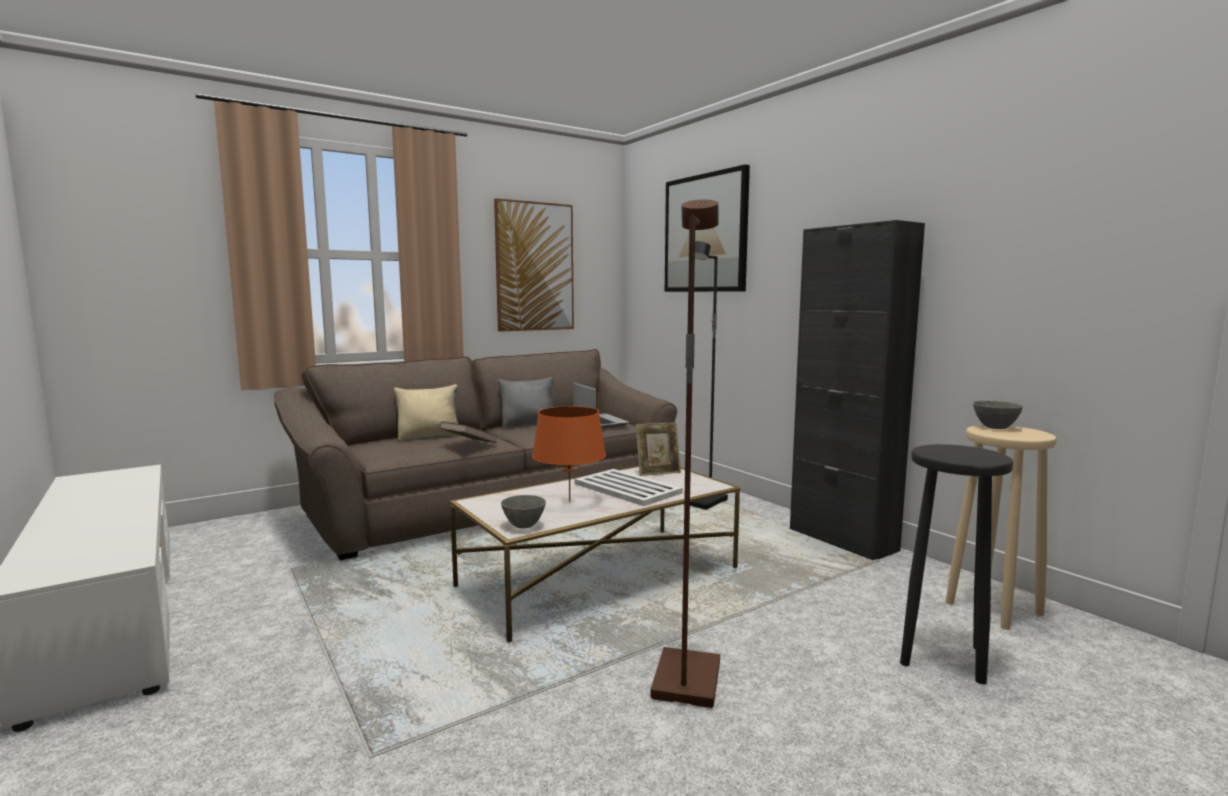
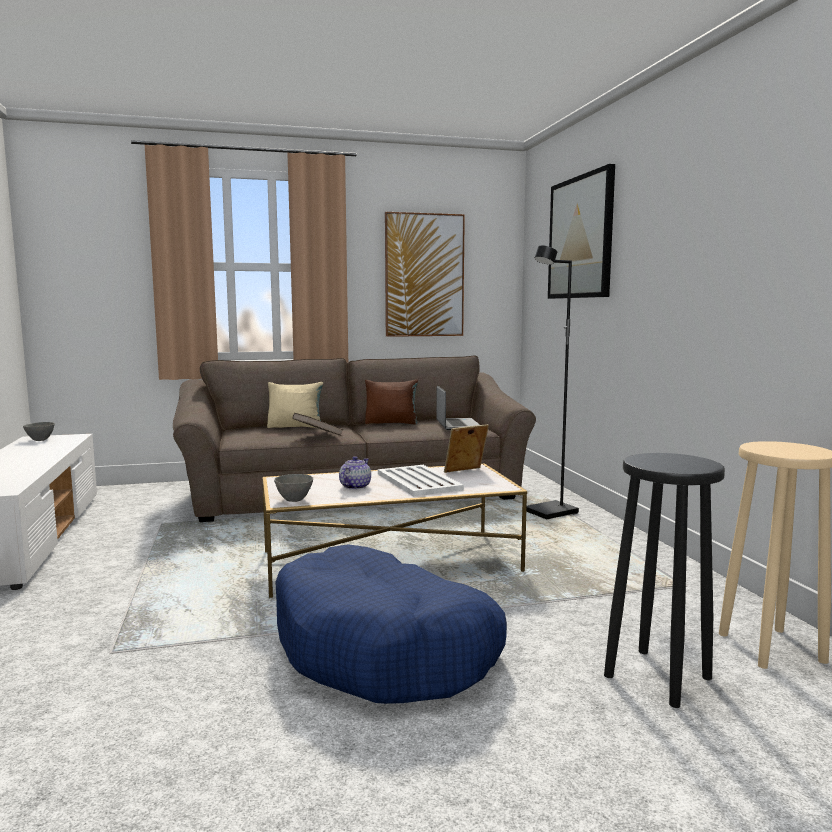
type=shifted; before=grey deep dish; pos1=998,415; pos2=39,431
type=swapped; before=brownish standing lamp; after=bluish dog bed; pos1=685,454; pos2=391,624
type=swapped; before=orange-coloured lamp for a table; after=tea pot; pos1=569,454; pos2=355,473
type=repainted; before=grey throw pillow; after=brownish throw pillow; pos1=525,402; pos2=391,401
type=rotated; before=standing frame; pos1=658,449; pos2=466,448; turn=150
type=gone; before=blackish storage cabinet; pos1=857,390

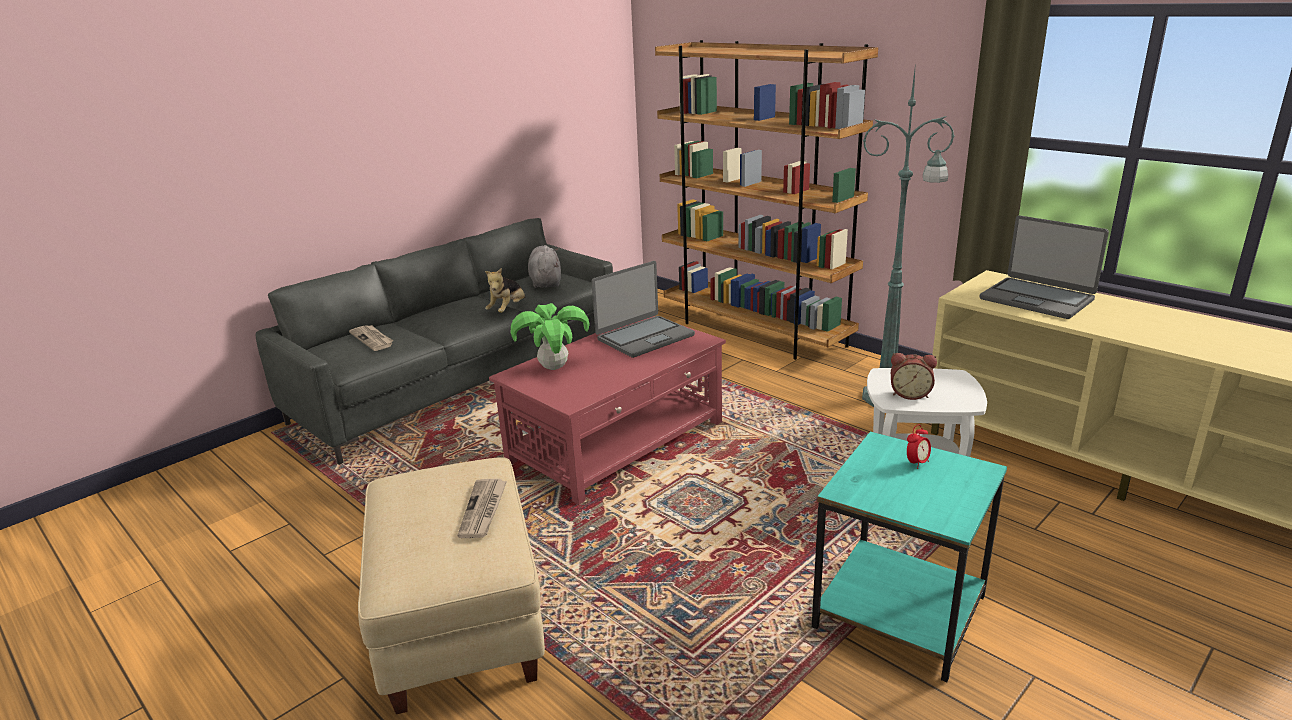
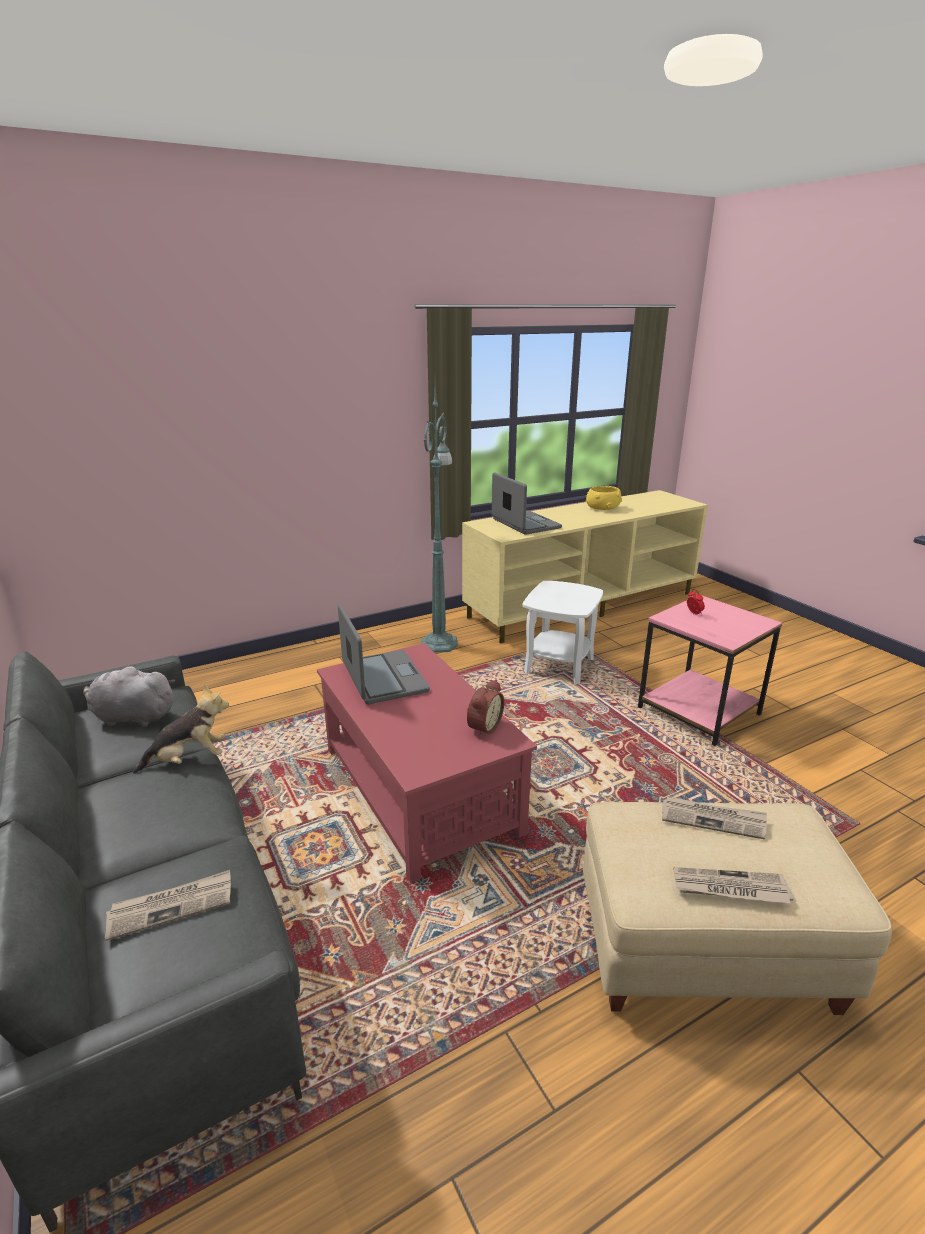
type=rotated; before=cuddly toy; pos1=505,290; pos2=181,729; turn=-60
type=shifted; before=table clock; pos1=914,376; pos2=485,708
type=rotated; before=portable computer; pos1=1044,267; pos2=527,503; turn=-90
type=new; after=yellow-coloured deep dish; pos2=604,498
type=repainted; before=turquoise-coloured accent table; after=pink accent table; pos1=909,557; pos2=710,671
type=new; after=newspaper; pos2=733,885
type=gone; before=houseplant; pos1=550,336
type=gone; before=brownish shelving unit; pos1=766,200

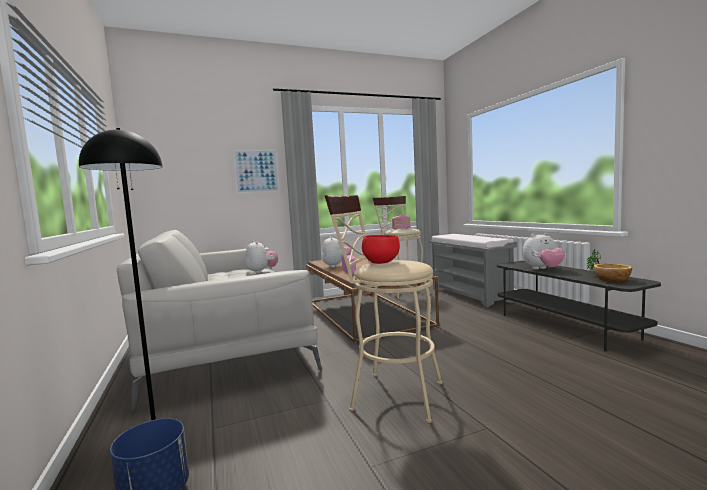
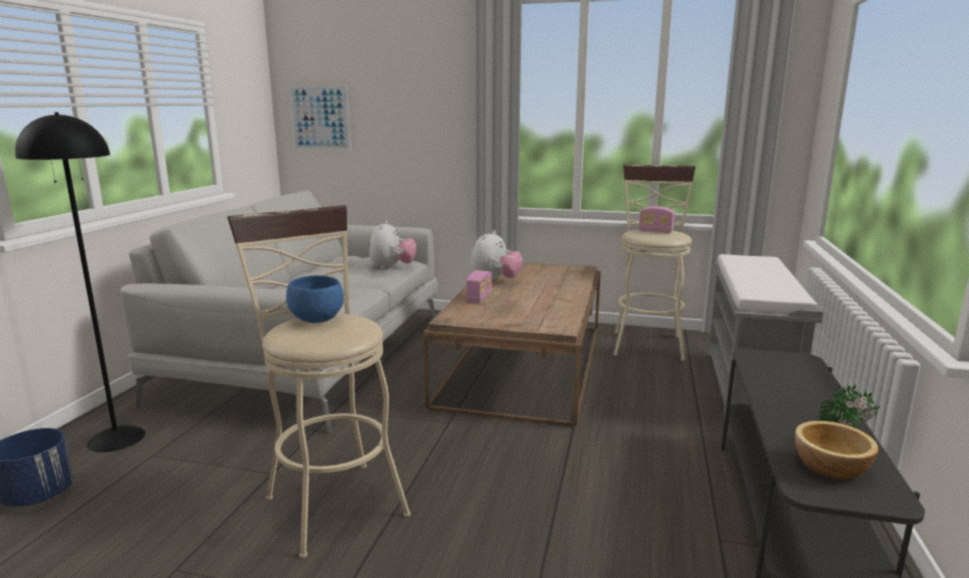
type=repainted; before=reddish deep dish; after=bluish deep dish; pos1=381,249; pos2=315,299
type=shifted; before=wall picture; pos1=256,172; pos2=320,118
type=gone; before=cuddly toy; pos1=544,251

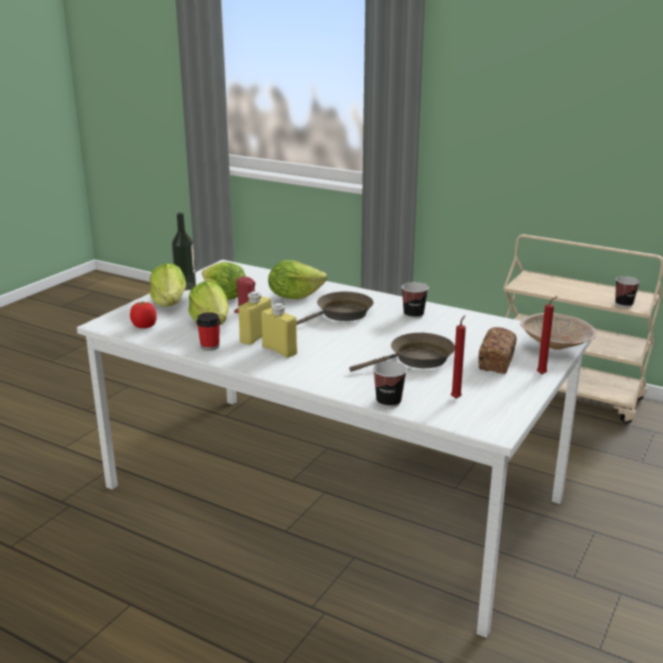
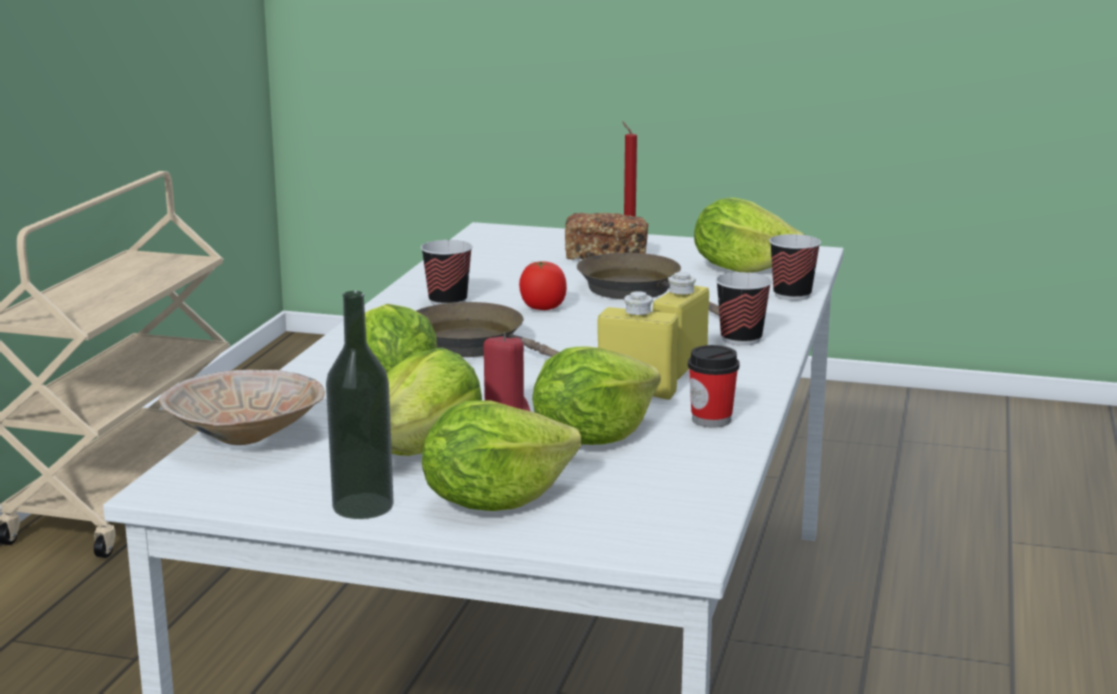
type=shifted; before=beige deep dish; pos1=558,331; pos2=242,407
type=shifted; before=tomato; pos1=143,315; pos2=543,285
type=swapped; before=reddish wax light; after=lettuce; pos1=458,357; pos2=749,235
type=shifted; before=small cup; pos1=627,291; pos2=744,309

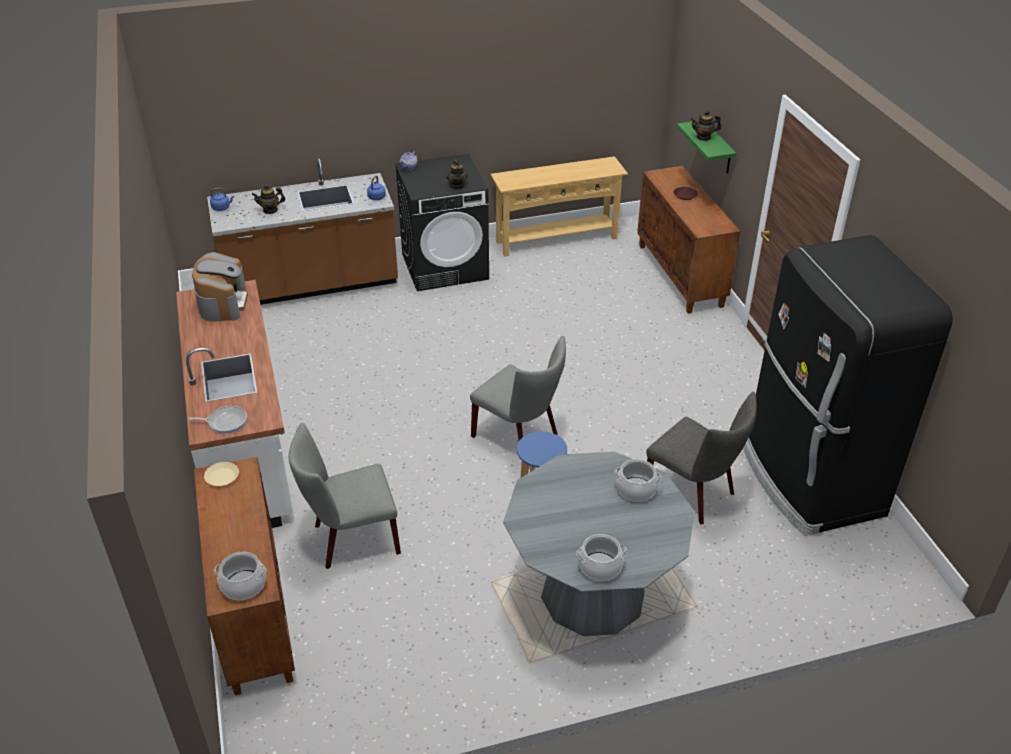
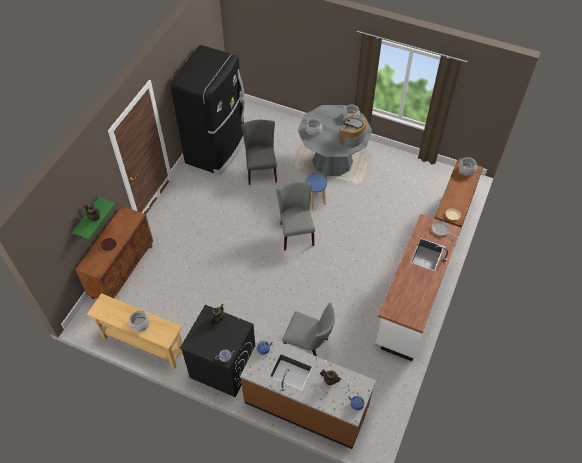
type=new; after=stockpot; pos2=139,321
type=shifted; before=grey chair; pos1=345,496; pos2=308,330
type=shifted; before=coffee maker; pos1=220,287; pos2=352,131

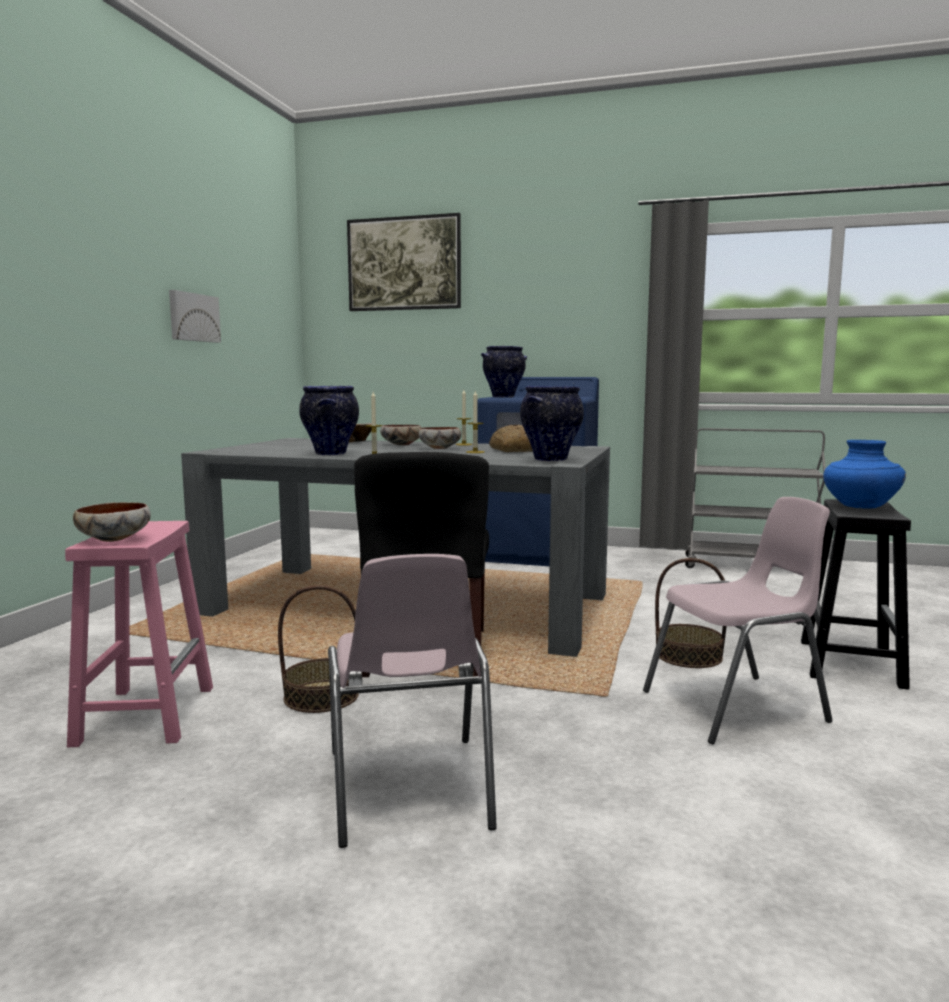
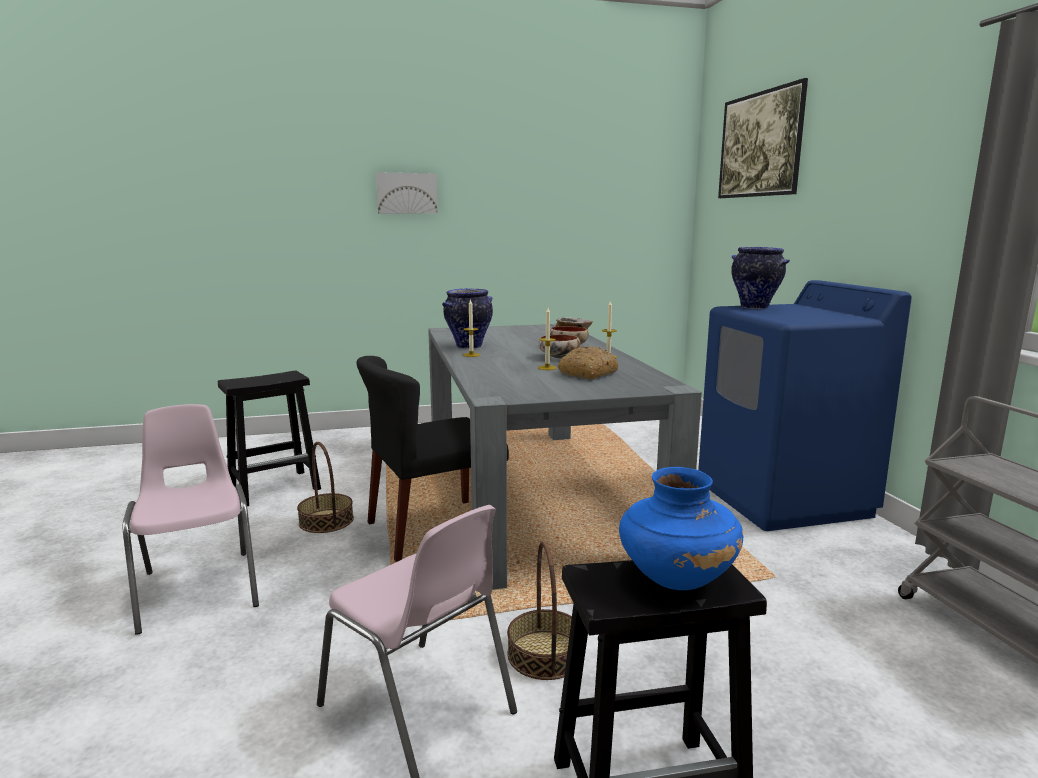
type=rotated; before=pink chair; pos1=412,701; pos2=191,519; turn=105
type=repainted; before=pink stool; after=blackish stool; pos1=139,634; pos2=269,438
type=shifted; before=wall picture; pos1=195,316; pos2=406,193
type=gone; before=deep dish; pos1=112,522
type=gone; before=vase; pos1=552,423

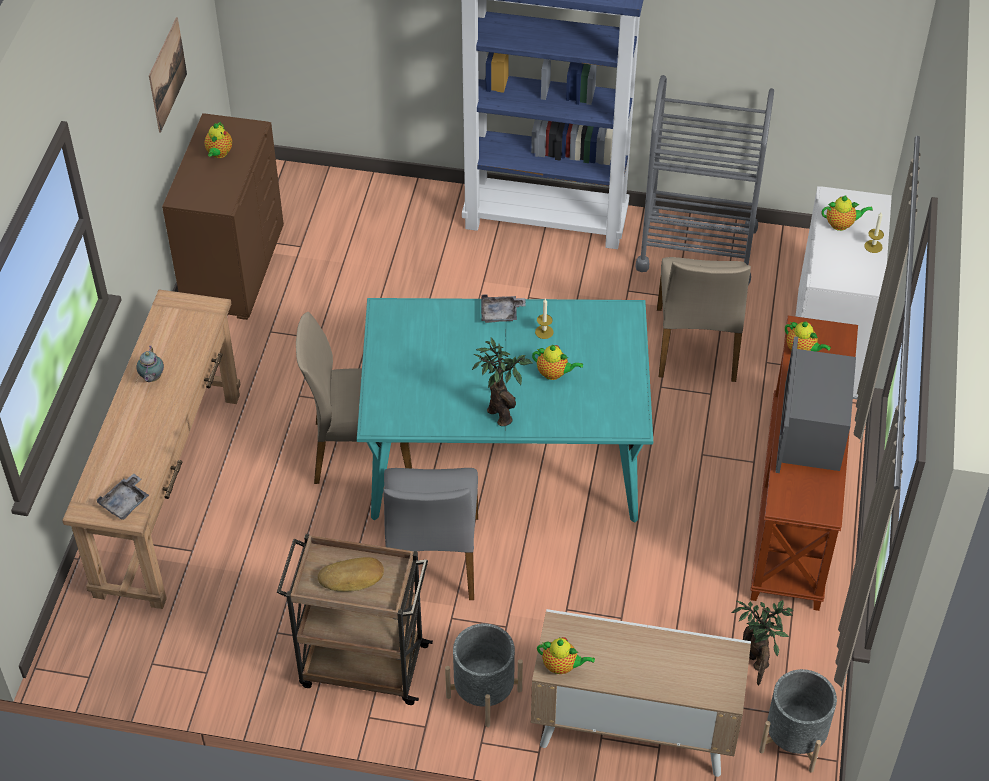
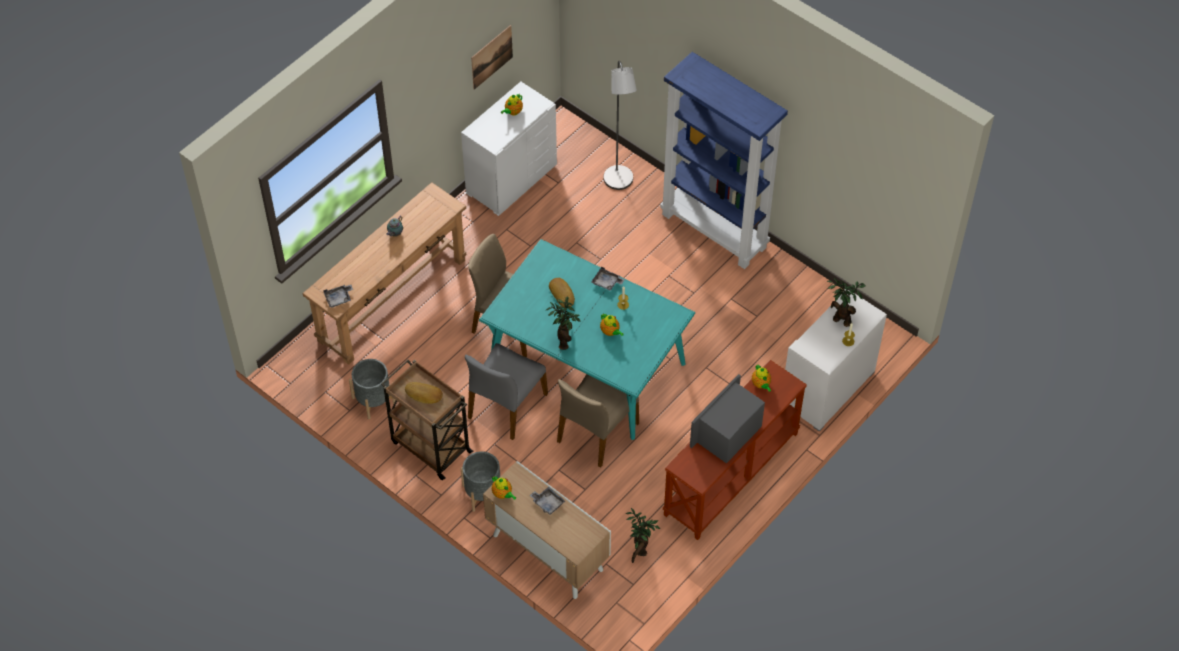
type=shifted; before=grey plant pot; pos1=798,720; pos2=372,389
type=repainted; before=brownish chest of drawers; after=white-coloured chest of drawers; pos1=223,216; pos2=509,149
type=new; after=grey carrying tray; pos2=547,500
type=new; after=bread; pos2=562,292
type=shifted; before=beige chair; pos1=704,319; pos2=598,421
type=new; after=grey standing lamp; pos2=620,125
type=swapped; before=tea pot; after=houseplant; pos1=847,213; pos2=846,302
type=gone; before=grey cart; pos1=705,180

